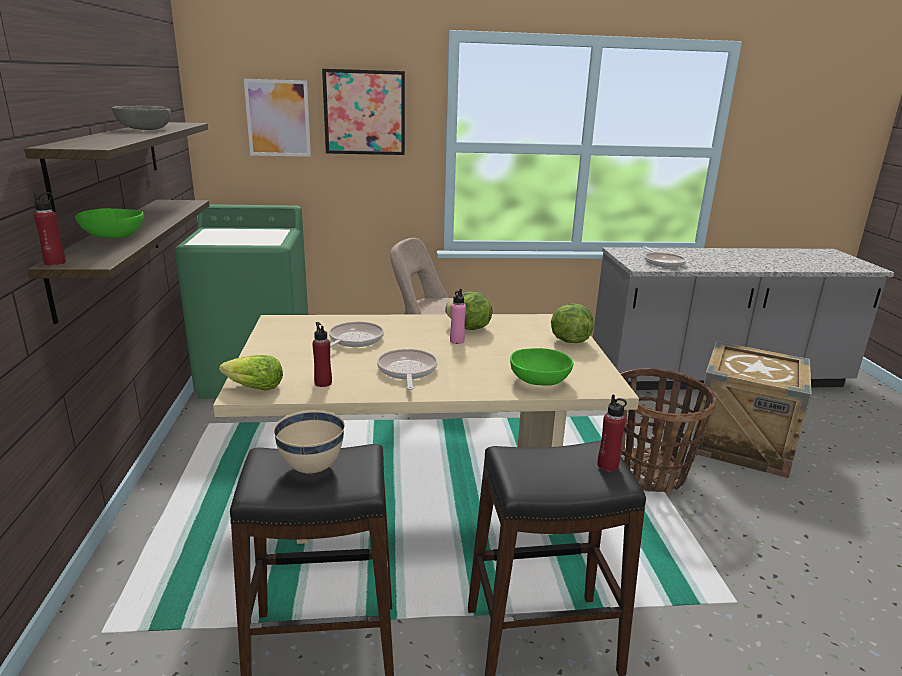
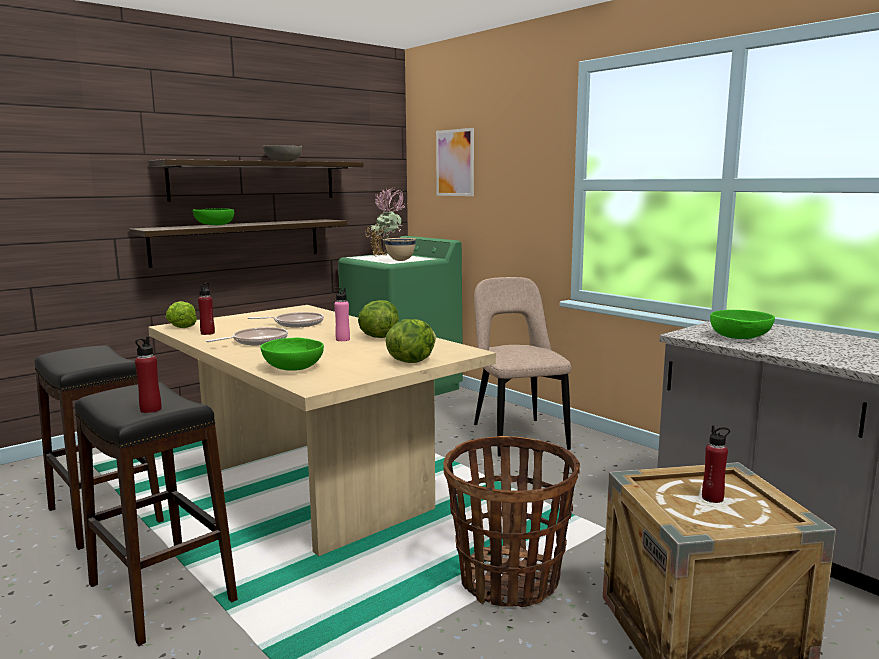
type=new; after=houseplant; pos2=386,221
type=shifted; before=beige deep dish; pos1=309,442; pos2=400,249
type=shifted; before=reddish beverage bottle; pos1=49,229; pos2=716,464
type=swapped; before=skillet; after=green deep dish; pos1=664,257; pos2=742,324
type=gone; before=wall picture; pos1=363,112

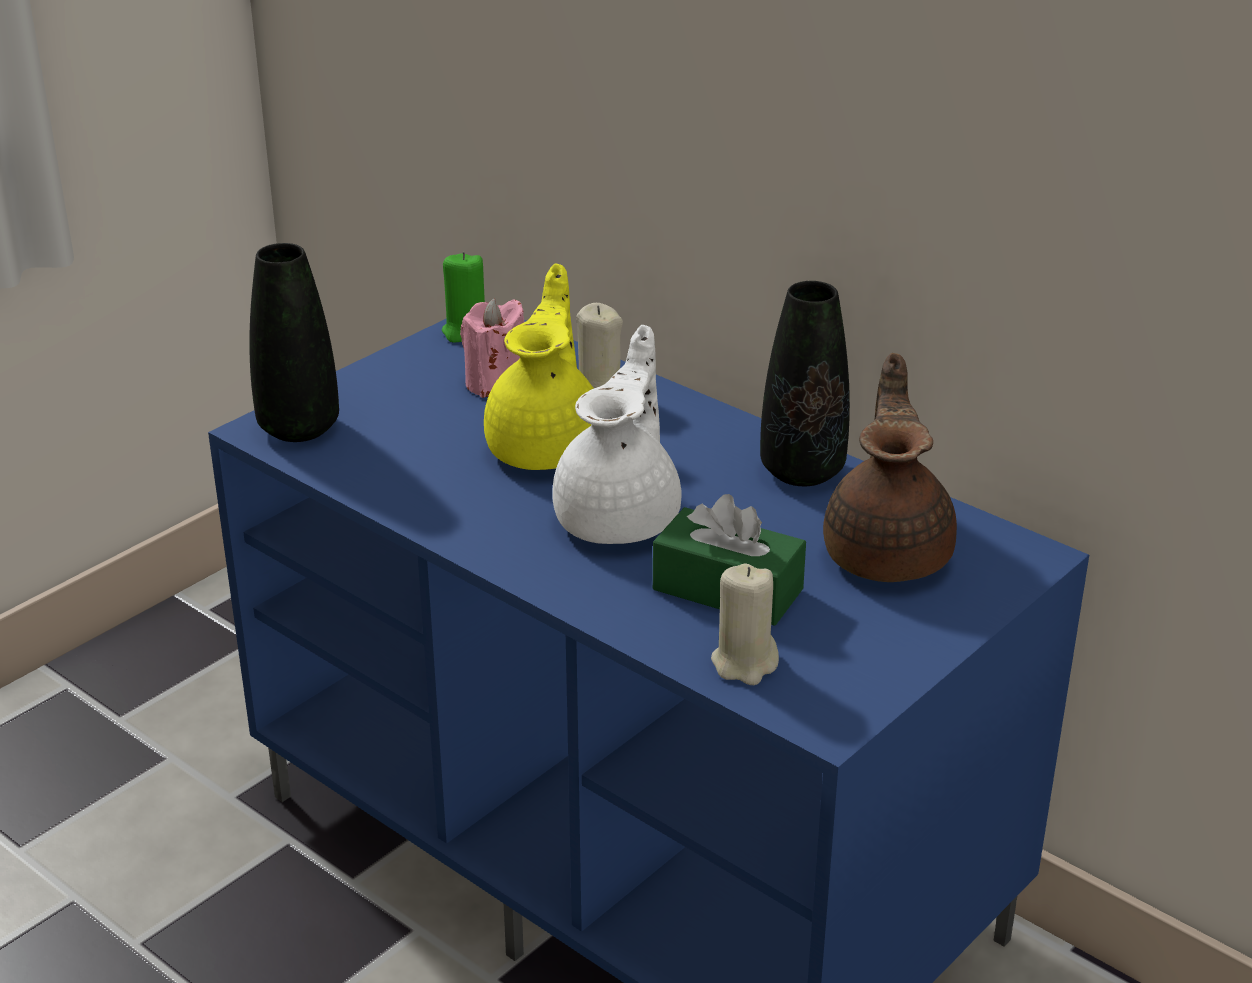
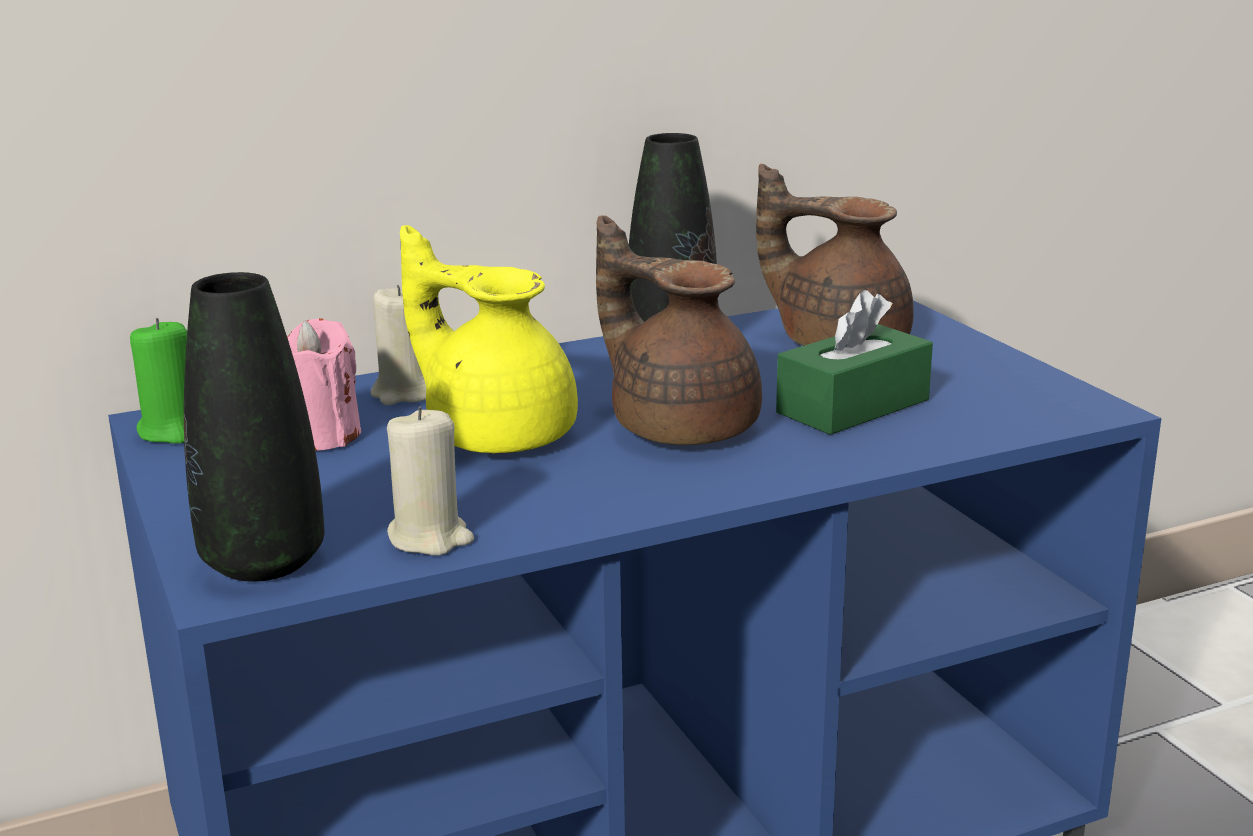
type=shifted; before=beige wax light; pos1=745,624; pos2=430,481
type=repainted; before=white-coloured tea pot; after=brownish tea pot; pos1=616,434; pos2=679,330

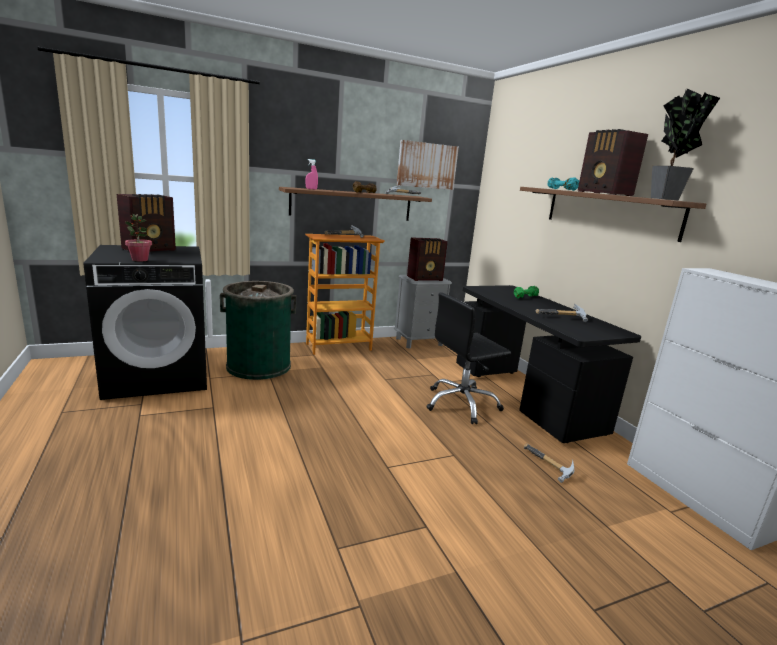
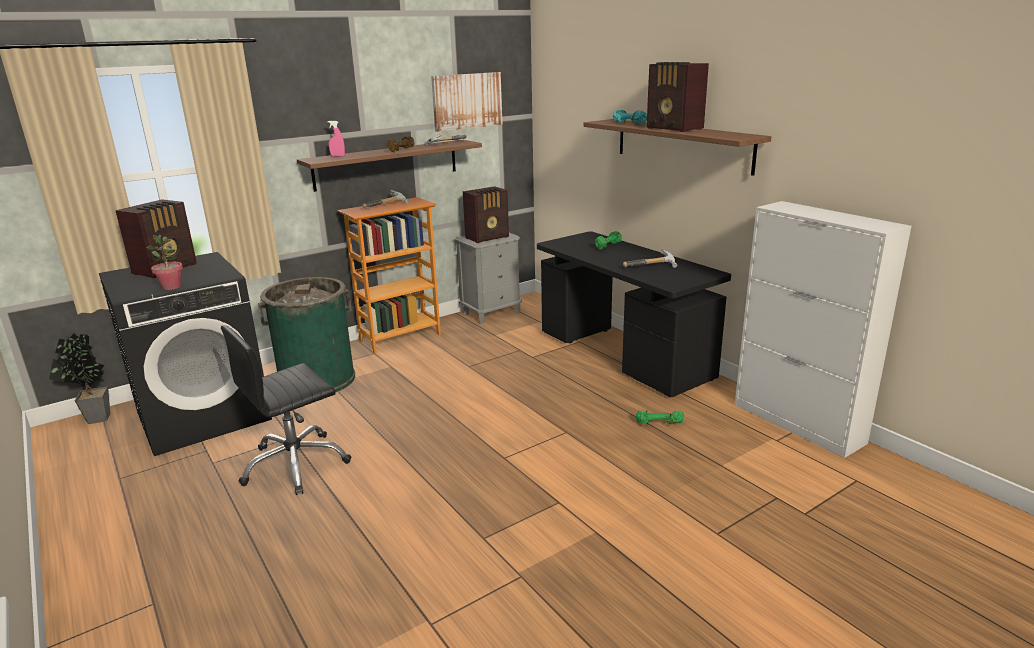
type=shifted; before=houseplant; pos1=685,145; pos2=79,378
type=shifted; before=blackish computer chair; pos1=468,358; pos2=286,410
type=swapped; before=hammer; after=green free weight; pos1=549,463; pos2=659,417

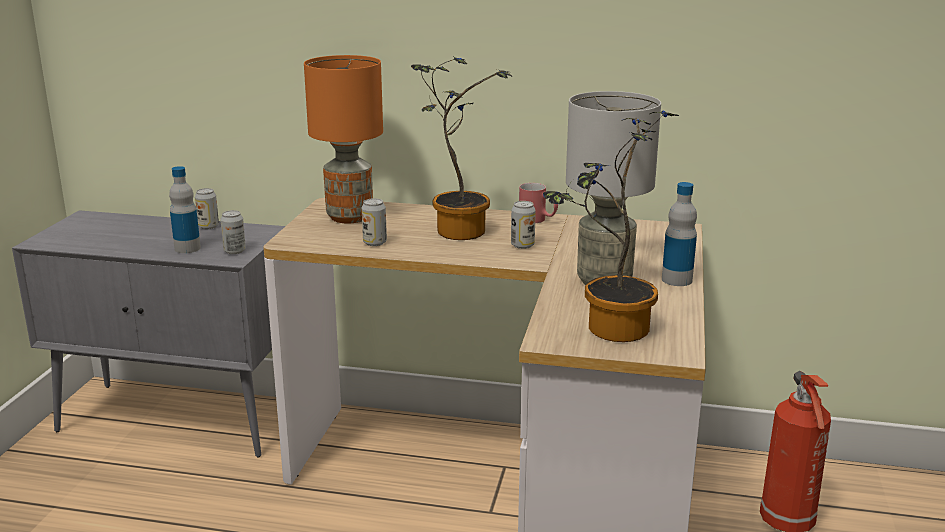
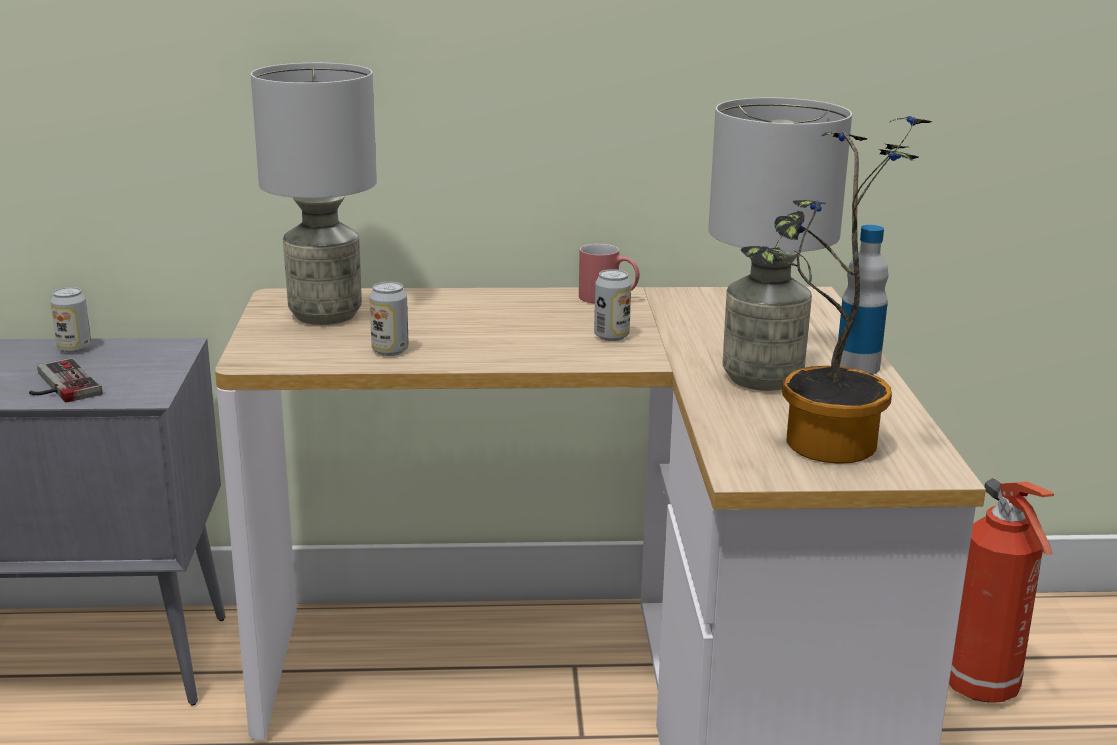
type=swapped; before=beverage bottle; after=gamepad; pos1=185,209; pos2=66,380
type=repainted; before=orange-coloured lamp for a table; after=grey lamp for a table; pos1=343,139; pos2=314,194
type=gone; before=sealed can; pos1=233,232
type=gone; before=houseplant; pos1=461,148

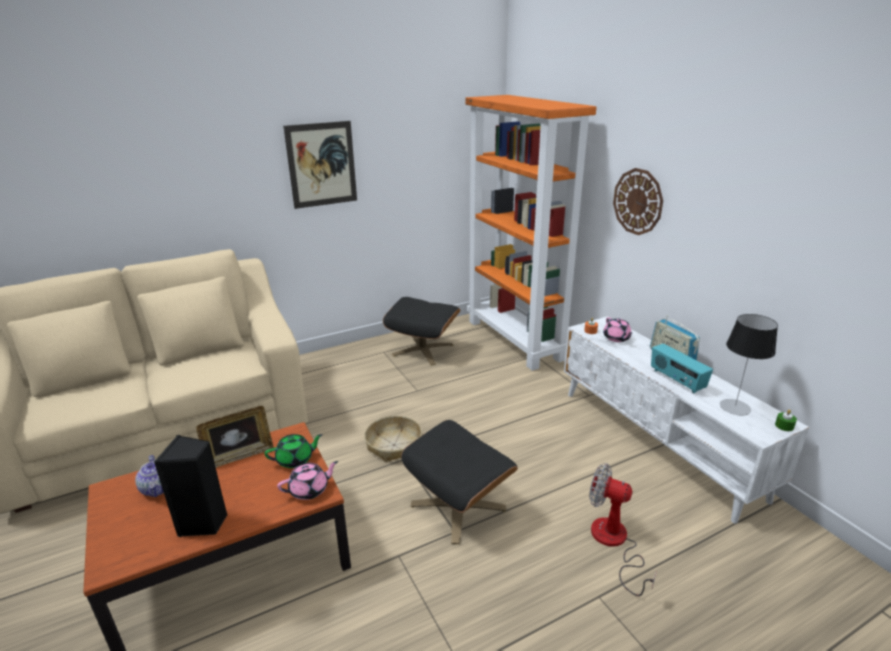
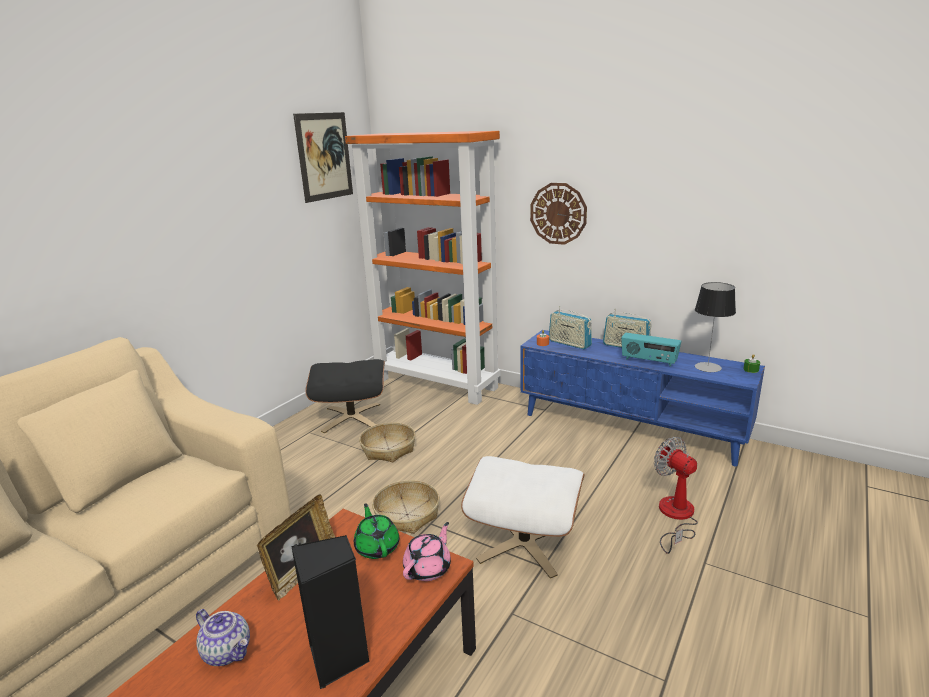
type=shifted; before=wall picture; pos1=320,165; pos2=323,157
type=rotated; before=green tea pot; pos1=294,451; pos2=376,531; turn=-60
type=new; after=storage basket; pos2=387,442
type=repainted; before=blackish footrest; after=white-coloured footrest; pos1=459,482; pos2=523,517
type=repainted; before=white-coloured tv stand; after=bluish tv stand; pos1=686,420; pos2=643,398
type=swapped; before=pink tea pot; after=radio set; pos1=617,329; pos2=570,327
type=rotated; before=electric fan; pos1=622,529; pos2=676,495; turn=60

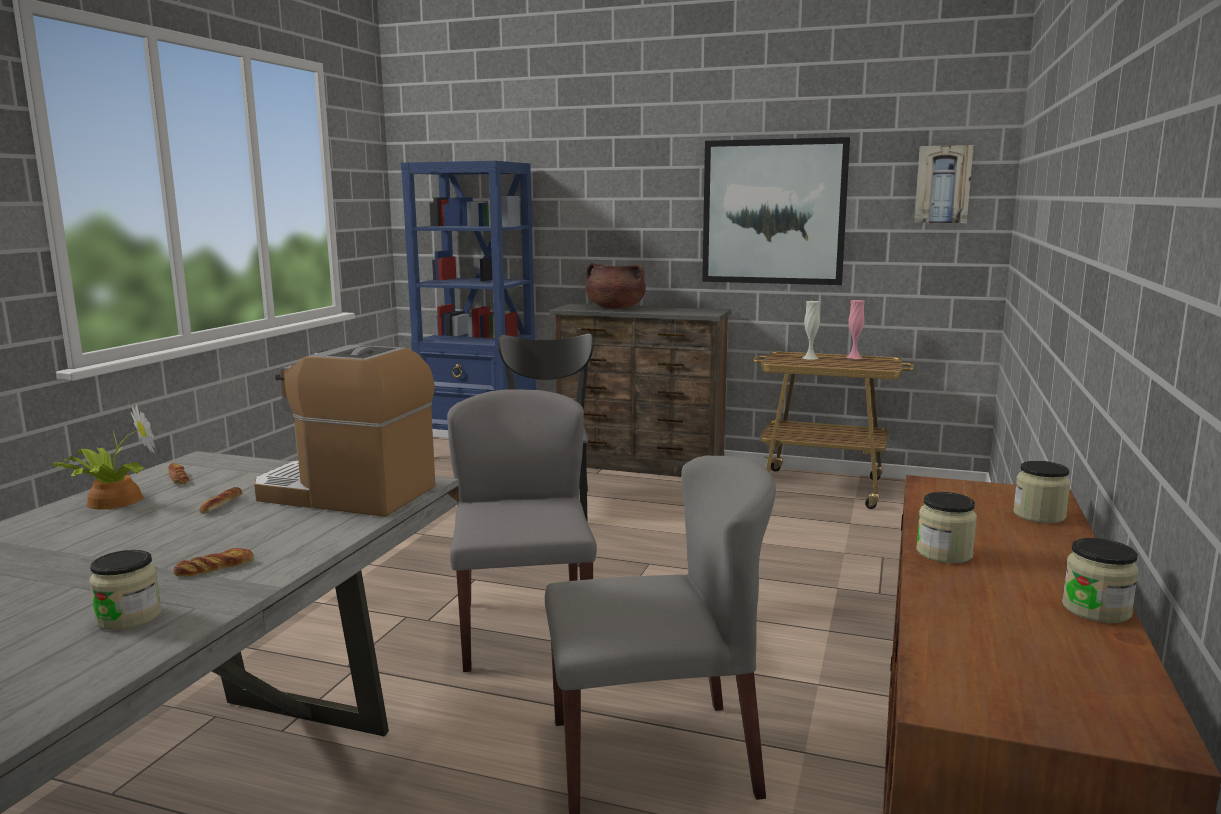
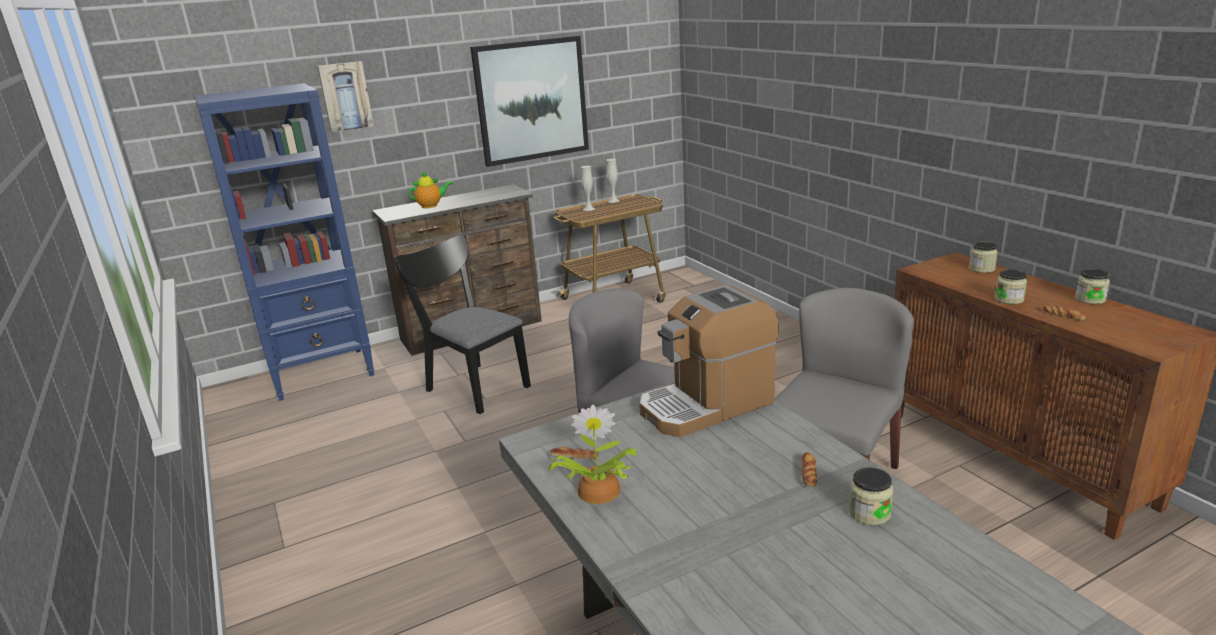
type=shifted; before=wall picture; pos1=944,184; pos2=345,96
type=swapped; before=brownish stockpot; after=tea pot; pos1=616,286; pos2=431,189
type=repainted; before=pink vase; after=white-coloured vase; pos1=855,329; pos2=613,181
type=shifted; before=bread; pos1=220,500; pos2=1064,312

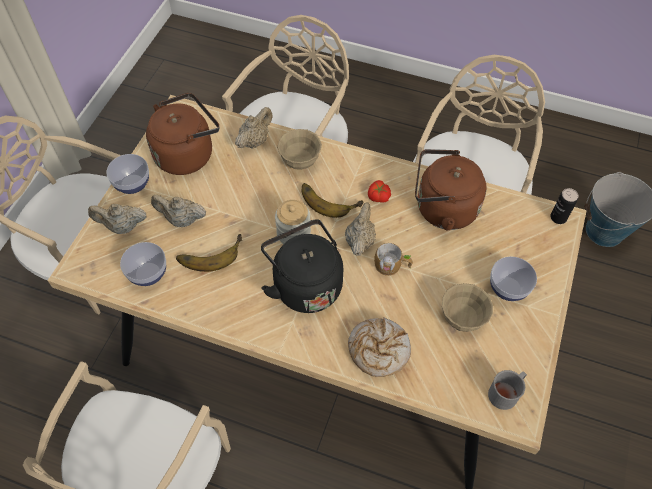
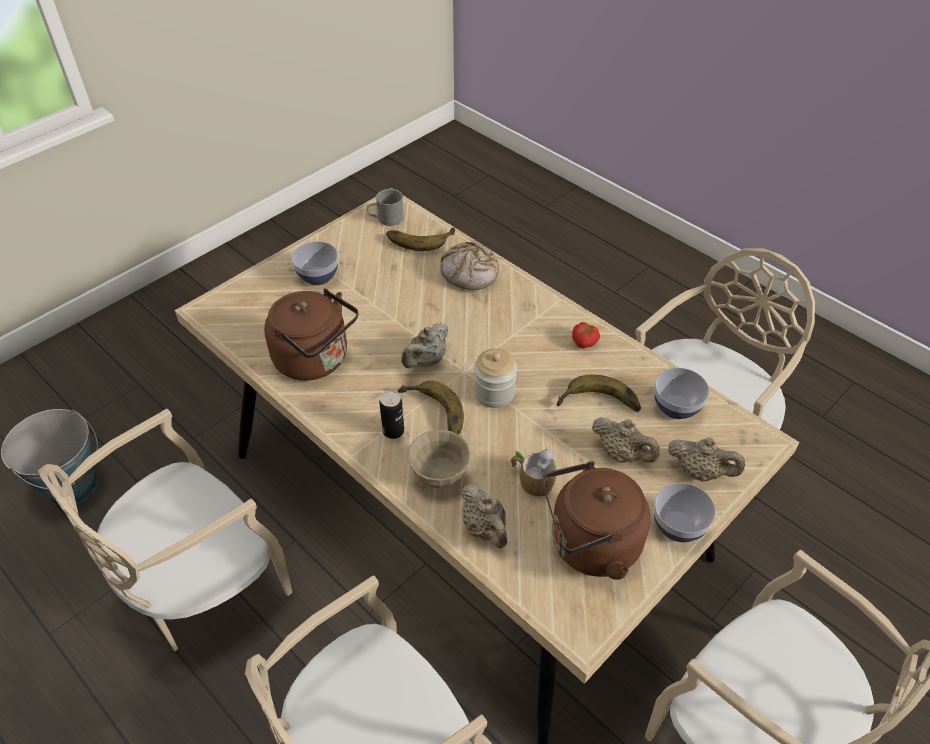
type=shifted; before=sealed can; pos1=564,206; pos2=391,415
type=new; after=whole banana; pos2=420,239
type=rotated; before=beige tea pot; pos1=254,128; pos2=484,515; turn=-90
type=shifted; before=coffee mug; pos1=393,259; pos2=533,473
type=shifted; before=tomato; pos1=379,191; pos2=586,335
type=gone; before=blackish water kettle; pos1=302,266
type=gone; before=beige deep dish; pos1=467,307

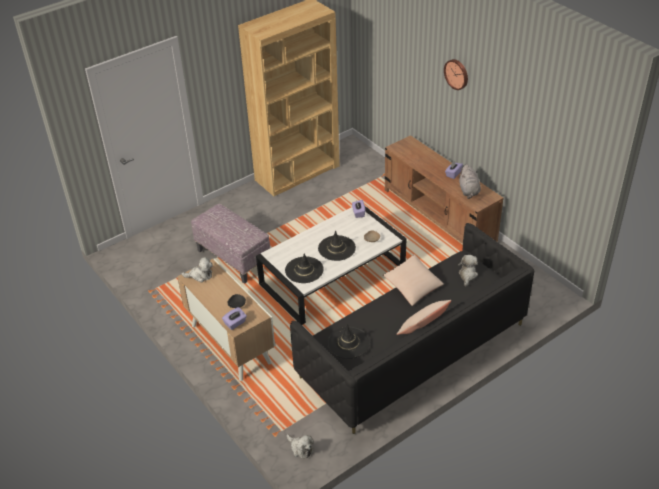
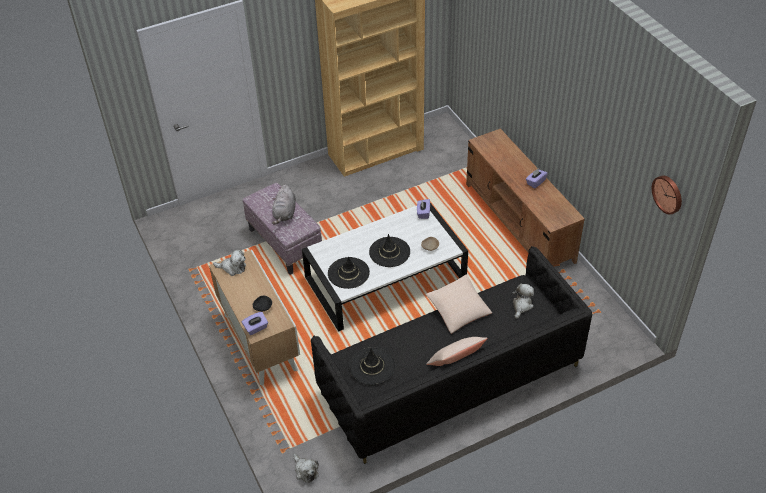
type=shifted; before=grey cuddly toy; pos1=470,181; pos2=284,204
type=shifted; before=wall clock; pos1=456,74; pos2=666,195

